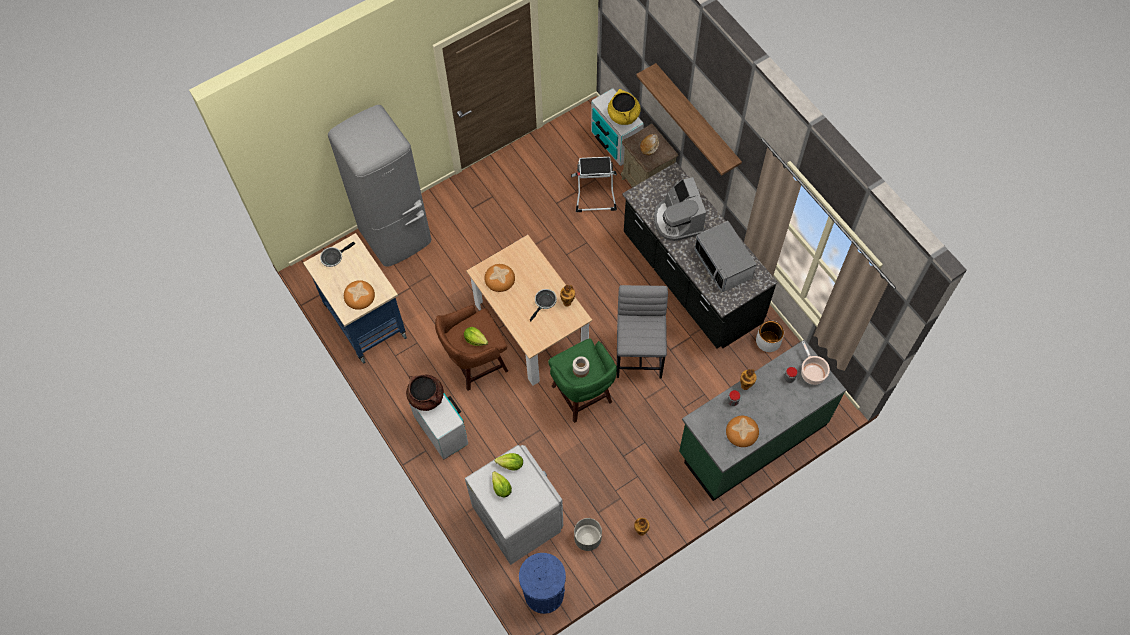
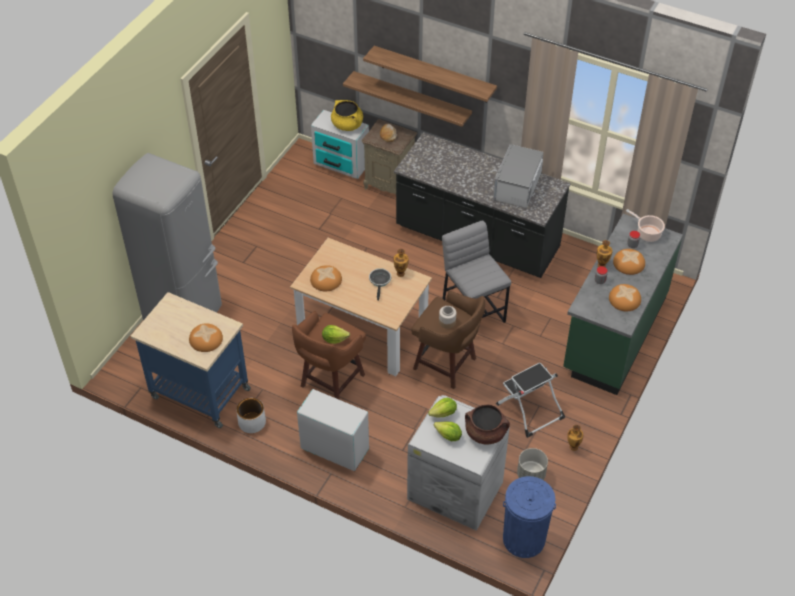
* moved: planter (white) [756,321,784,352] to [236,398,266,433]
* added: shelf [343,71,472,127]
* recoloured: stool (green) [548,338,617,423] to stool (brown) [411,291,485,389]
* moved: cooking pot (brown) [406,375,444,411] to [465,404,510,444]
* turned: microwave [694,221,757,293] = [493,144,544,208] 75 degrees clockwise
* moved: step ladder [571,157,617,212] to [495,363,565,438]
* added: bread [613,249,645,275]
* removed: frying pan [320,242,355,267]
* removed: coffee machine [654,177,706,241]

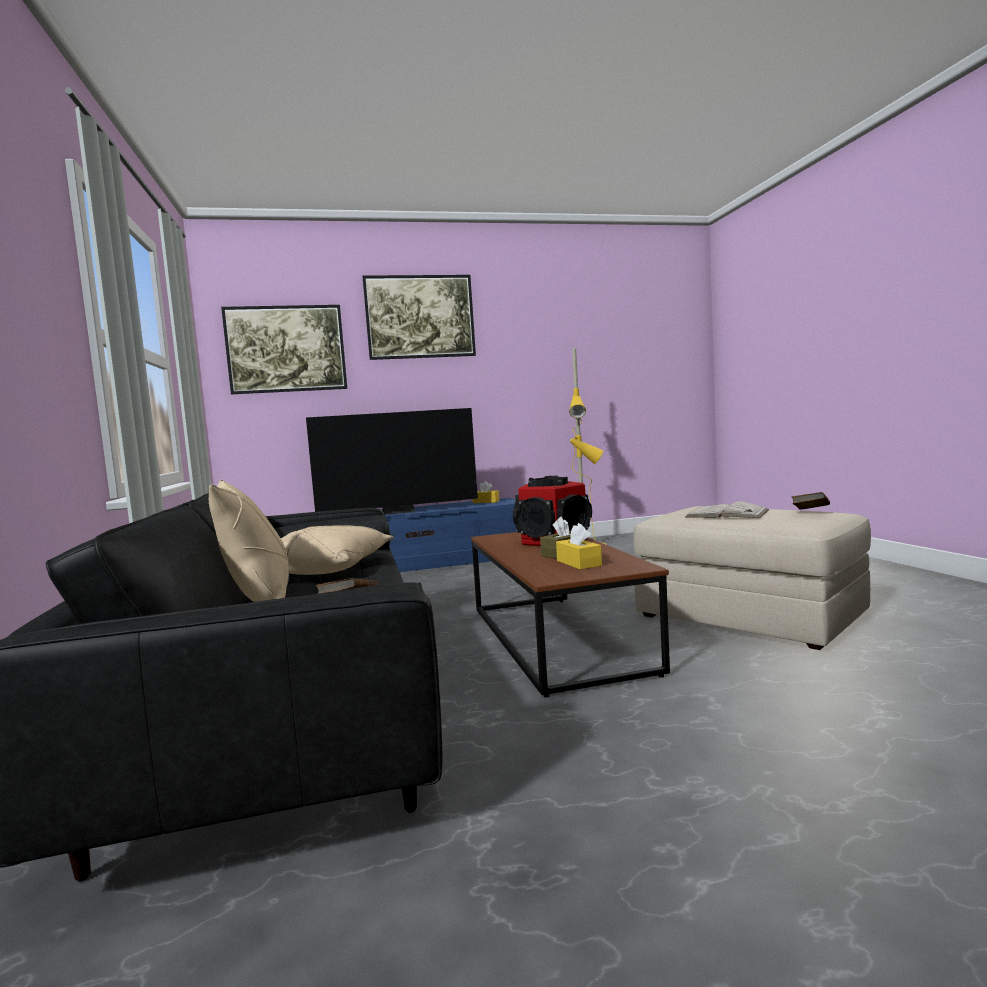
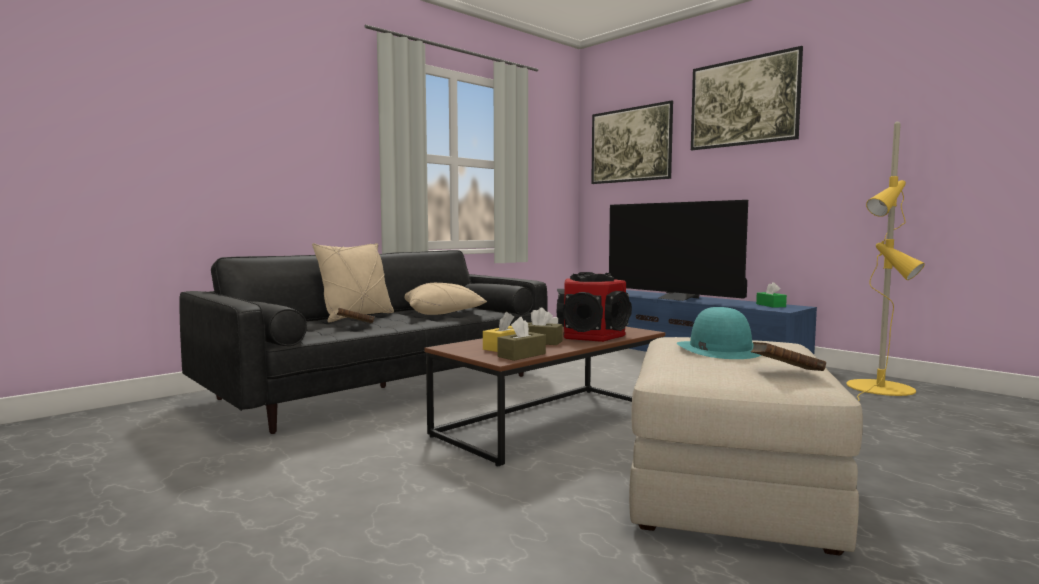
* added: tissue box (brown) [497,317,546,361]
* replaced: book (white) [685,501,769,518] to hat (turquoise) [677,307,761,359]
* recoloured: tissue box (yellow) [472,481,499,503] to tissue box (green) [756,282,787,308]

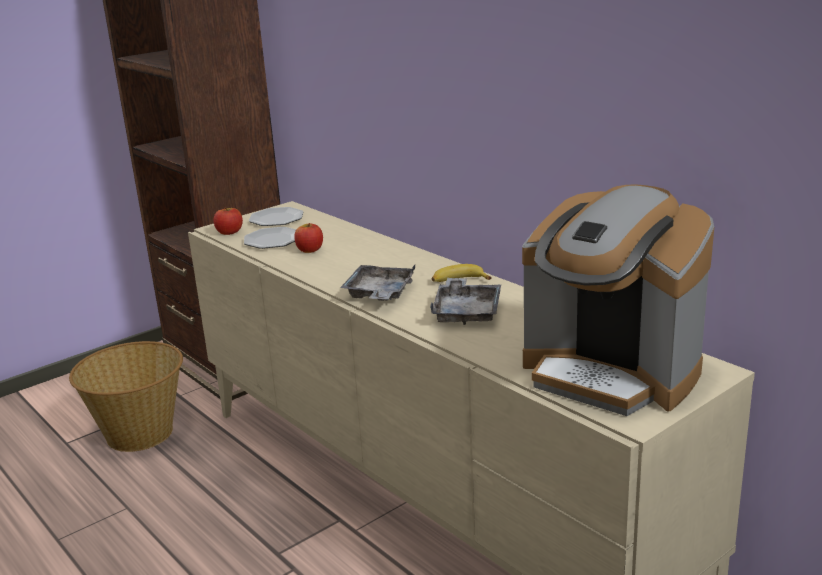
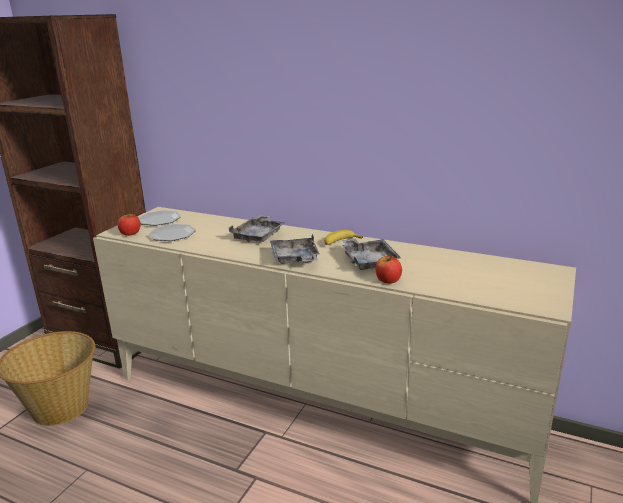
* added: tray (grey) [229,215,285,242]
* moved: apple [294,223,323,253] to [376,256,402,284]
* removed: coffee machine [522,184,714,416]

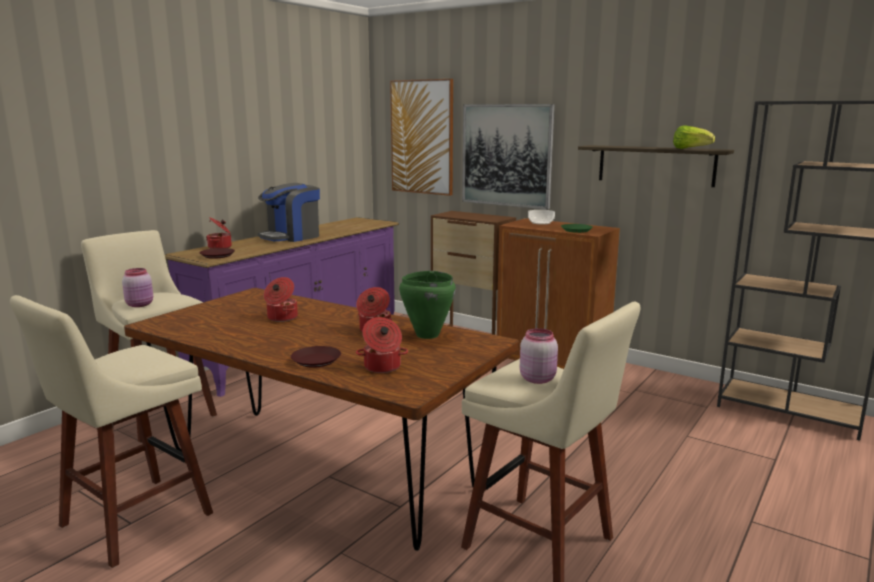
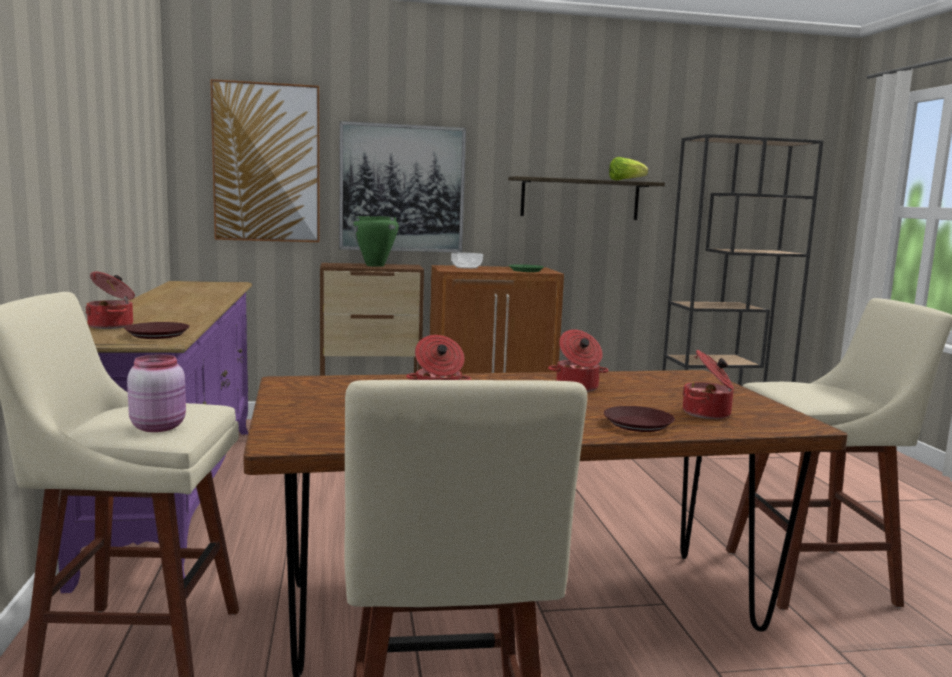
* moved: cooking pot (green) [399,271,456,339] to [353,216,399,267]
* removed: coffee machine [258,183,320,242]
* removed: jar (pink) [520,328,558,384]

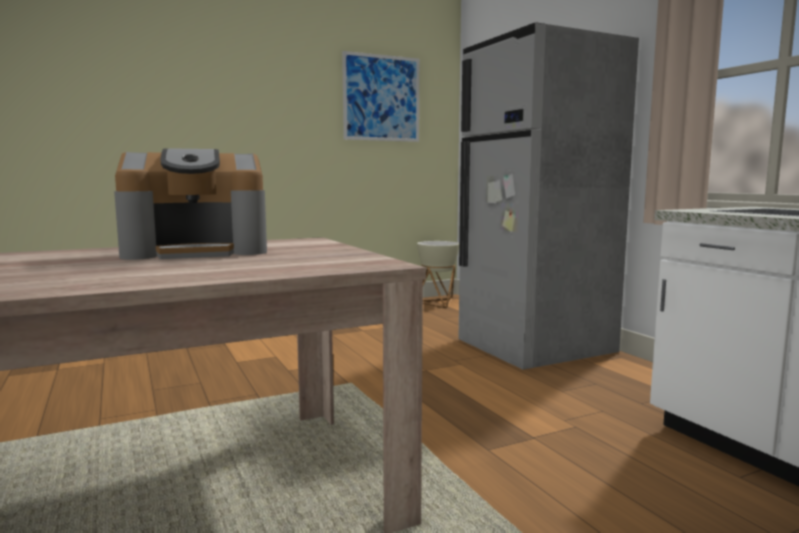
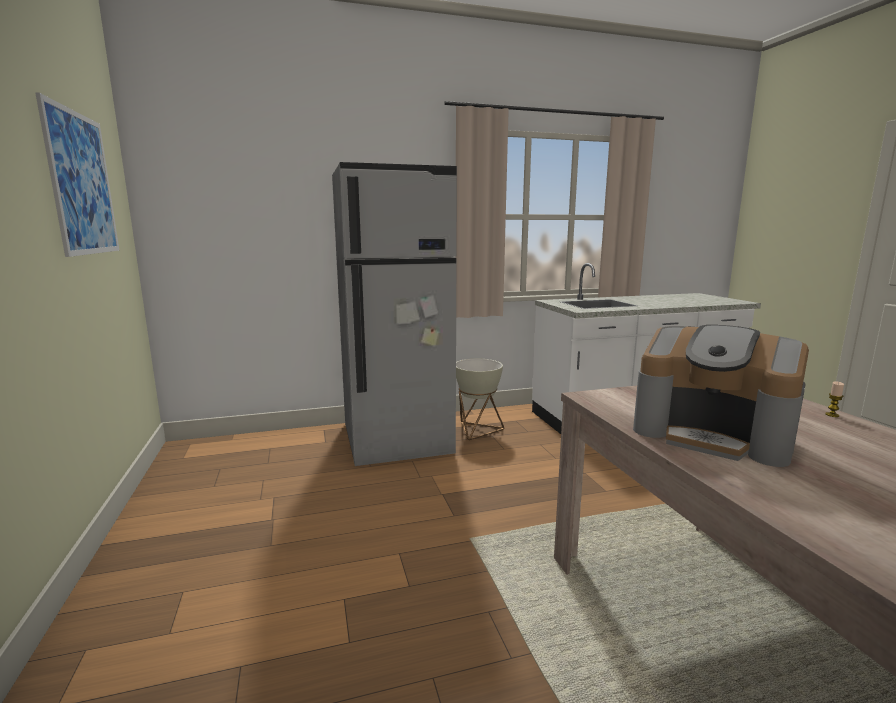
* moved: planter [417,241,459,308] to [456,359,504,440]
* turned: coffee machine [114,148,267,260] = [633,325,809,467] 135 degrees clockwise
* added: candle [825,381,844,417]

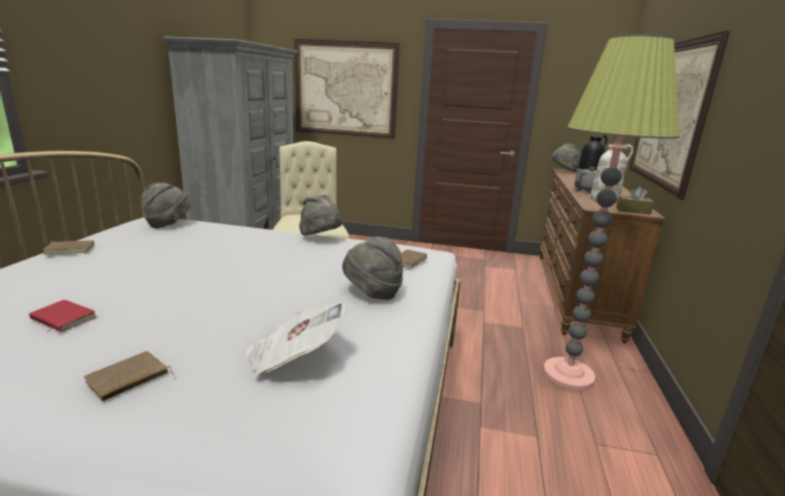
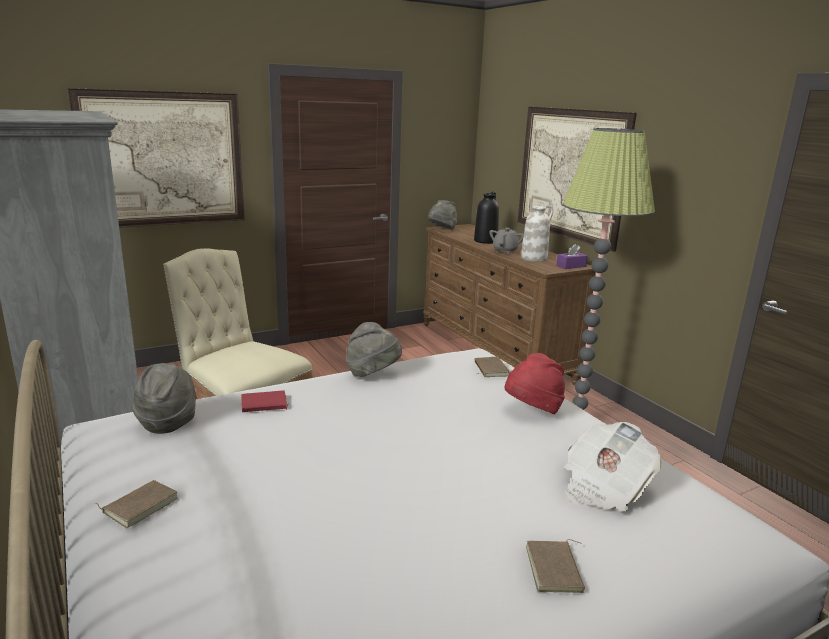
* moved: book (red) [29,300,96,333] to [241,390,288,412]
* recoloured: hat (grey) [342,237,403,300] to hat (red) [505,353,565,414]
* recoloured: tissue box (brown) [616,187,654,215] to tissue box (purple) [556,244,588,269]

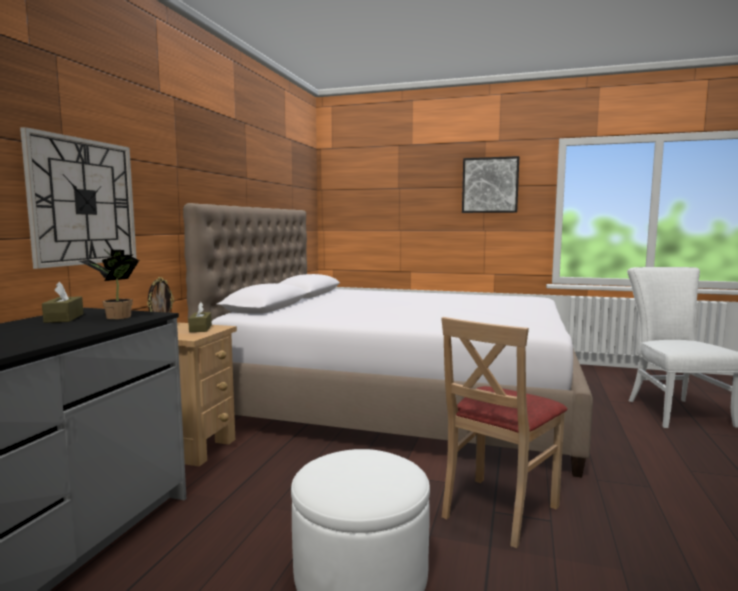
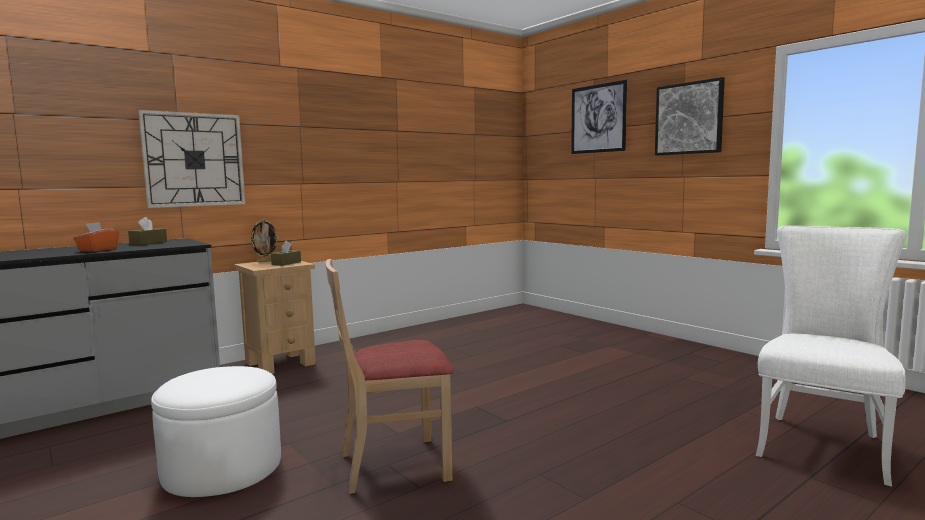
* added: tissue box (orange) [74,222,119,252]
* added: picture [571,80,627,154]
* removed: potted plant [80,249,139,319]
* removed: bed (white) [183,203,593,477]

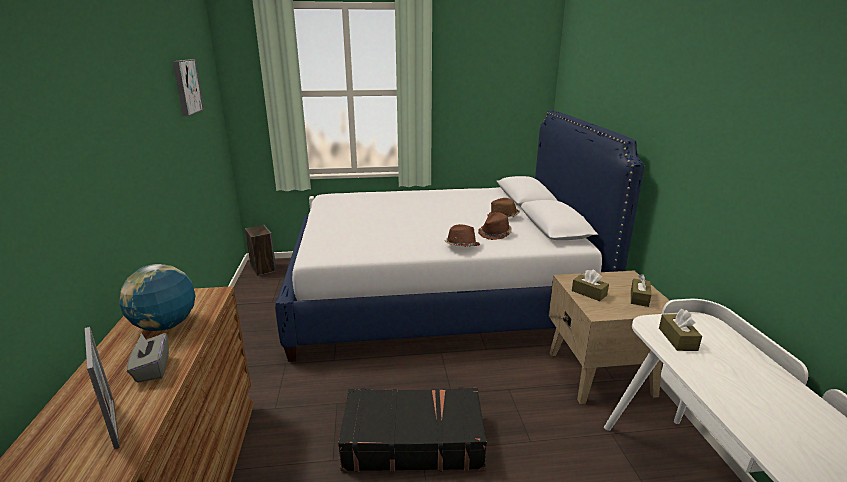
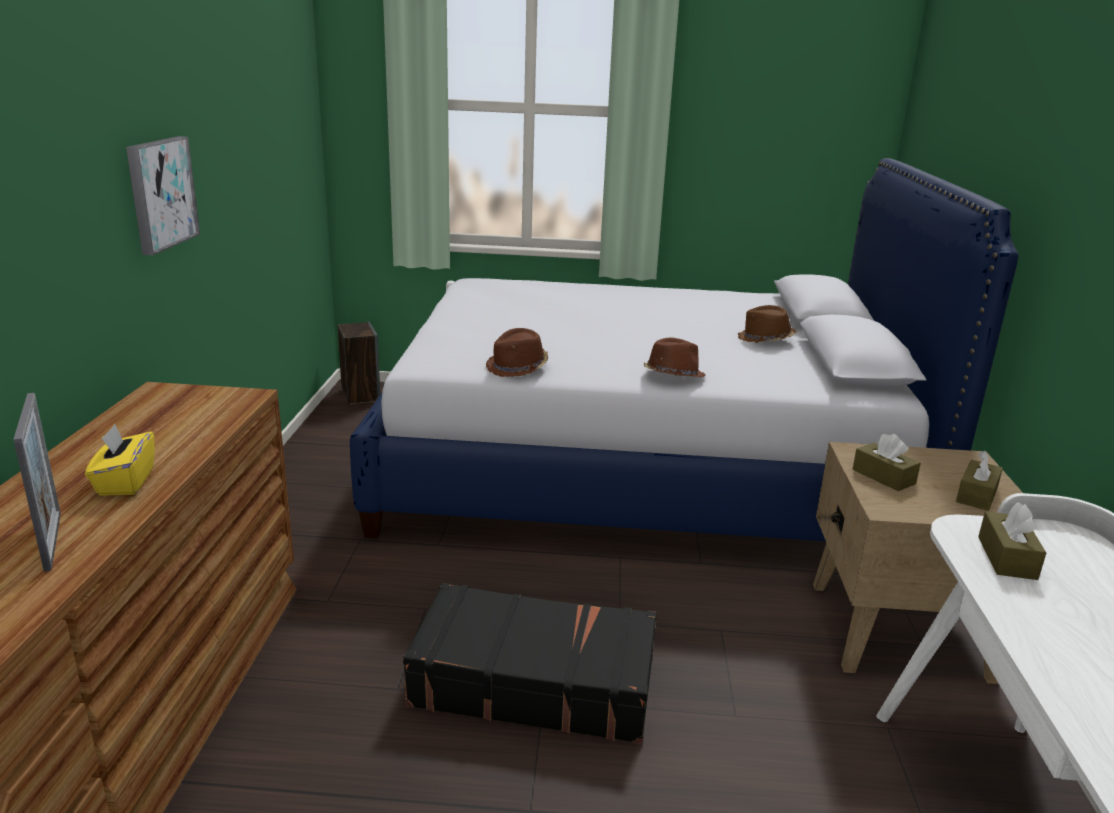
* recoloured: tissue box (grey) [127,333,169,383] to tissue box (yellow) [85,424,155,496]
* moved: picture [172,59,204,116] to [126,136,200,255]
* moved: hat (brown) [478,212,512,240] to [486,328,548,377]
* removed: globe [119,264,196,331]

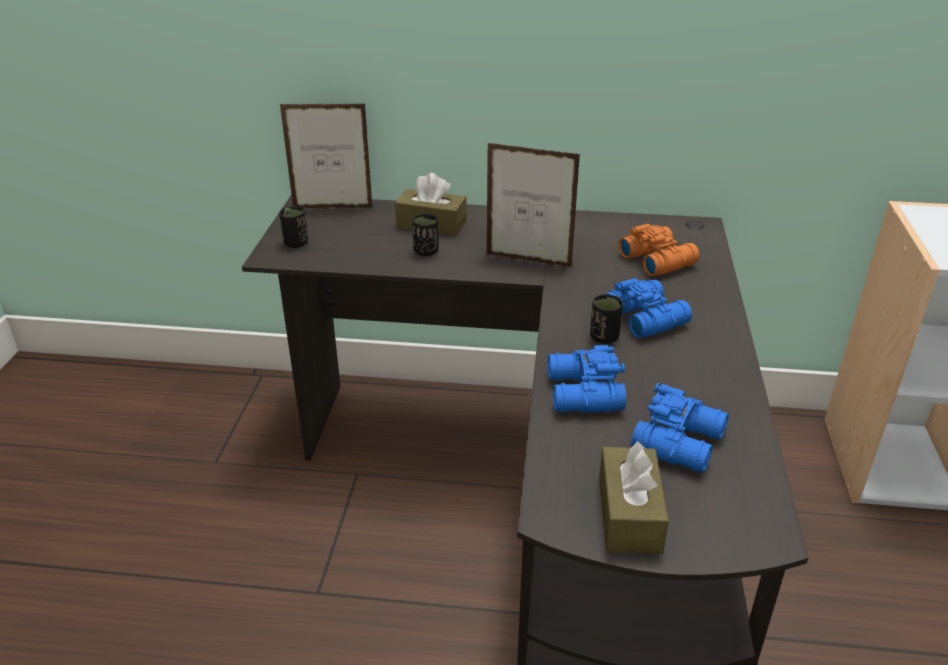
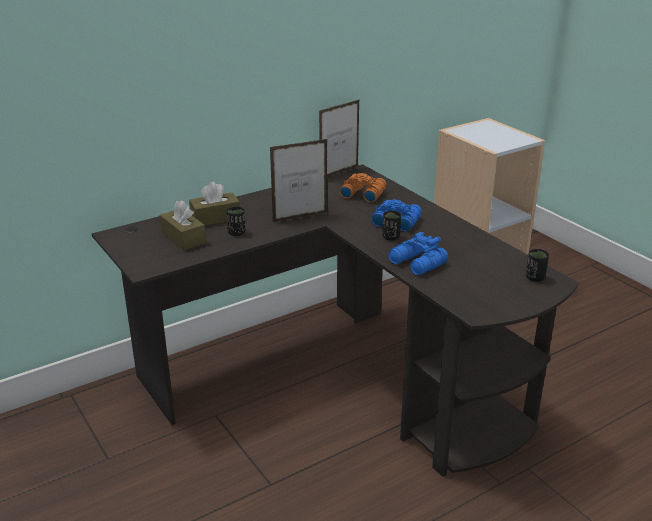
* moved: tissue box (brown) [599,441,669,554] to [160,200,206,250]
* moved: picture frame [280,104,373,208] to [319,99,360,177]
* moved: cup (black) [279,206,308,248] to [526,249,549,282]
* removed: binoculars (blue) [631,383,729,473]

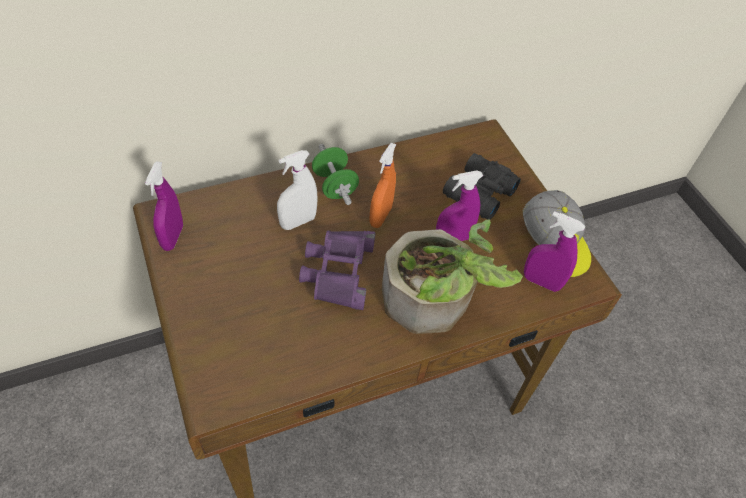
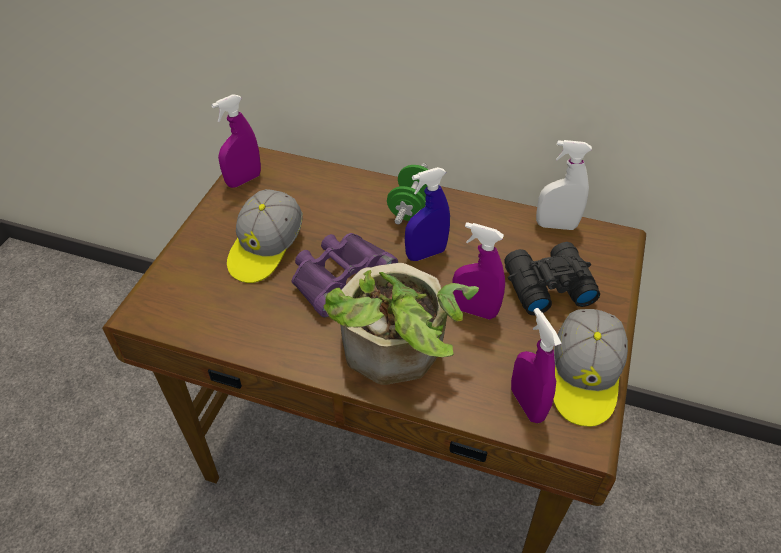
* added: cap [227,189,303,283]
* recoloured: spray bottle (orange) [369,143,396,228] to spray bottle (blue) [405,167,450,261]
* moved: spray bottle (white) [277,150,318,230] to [536,140,592,230]

